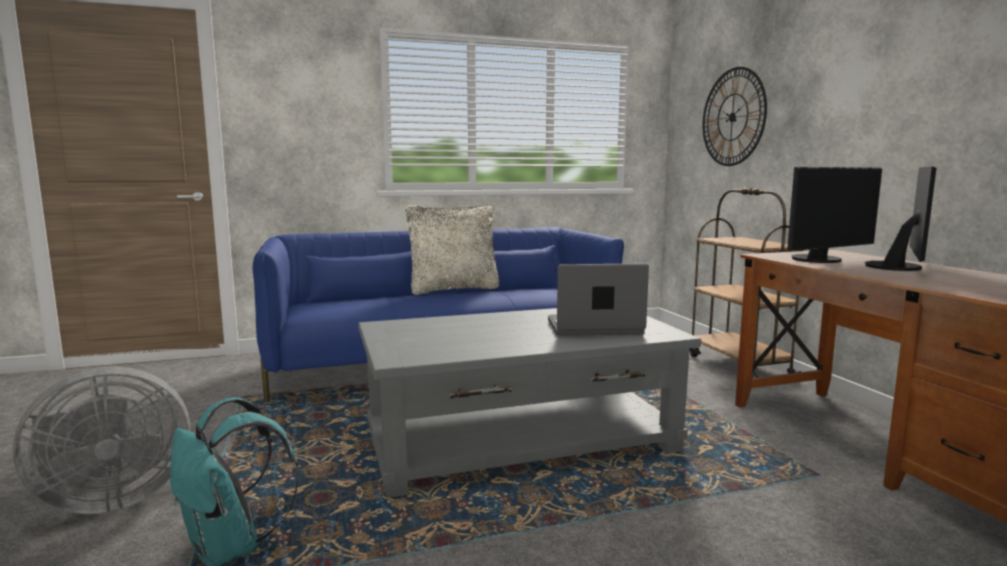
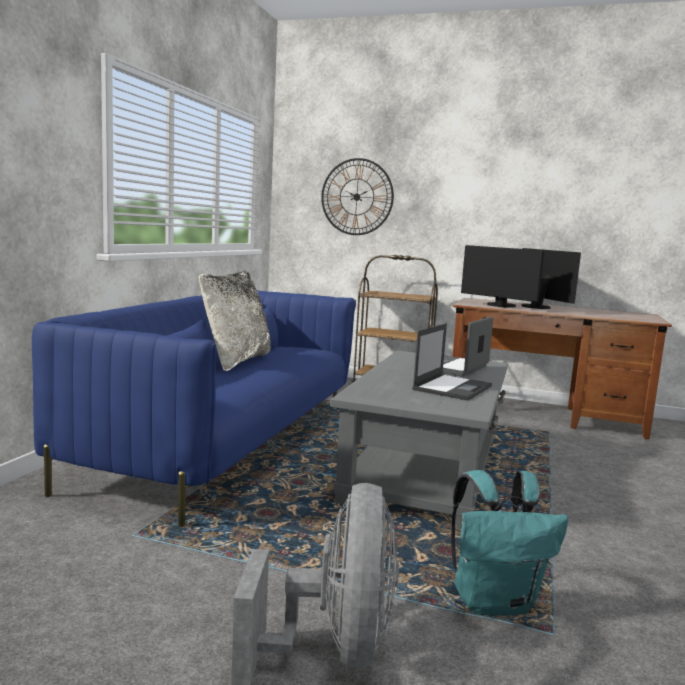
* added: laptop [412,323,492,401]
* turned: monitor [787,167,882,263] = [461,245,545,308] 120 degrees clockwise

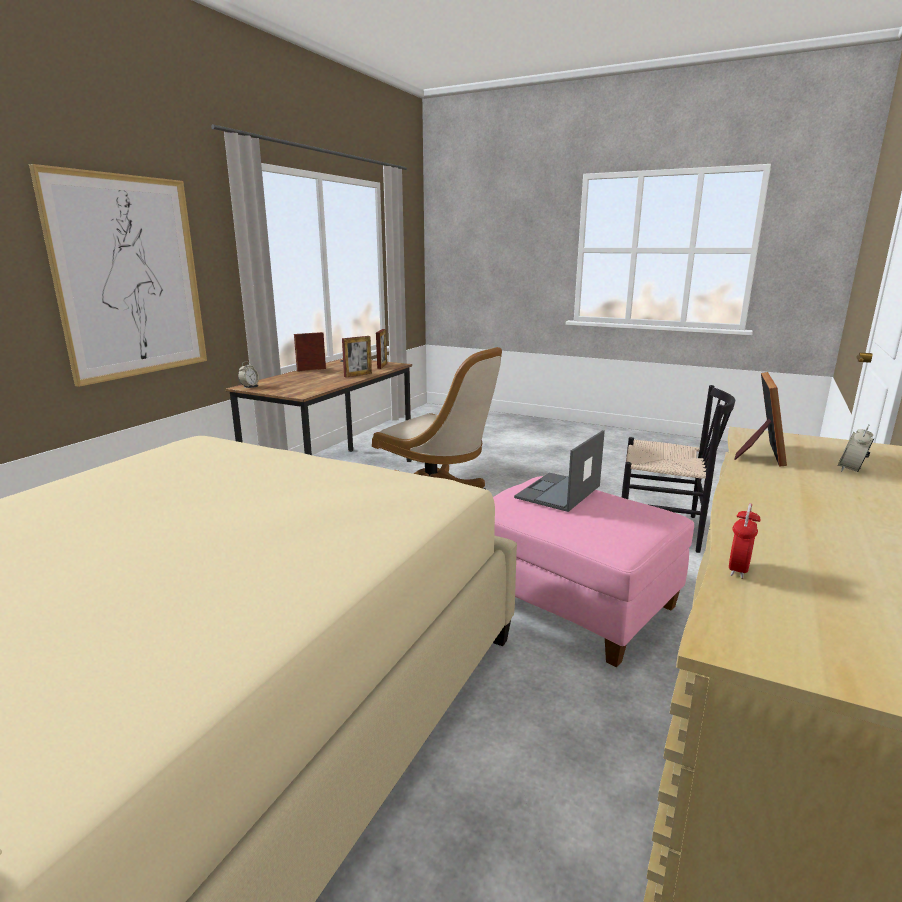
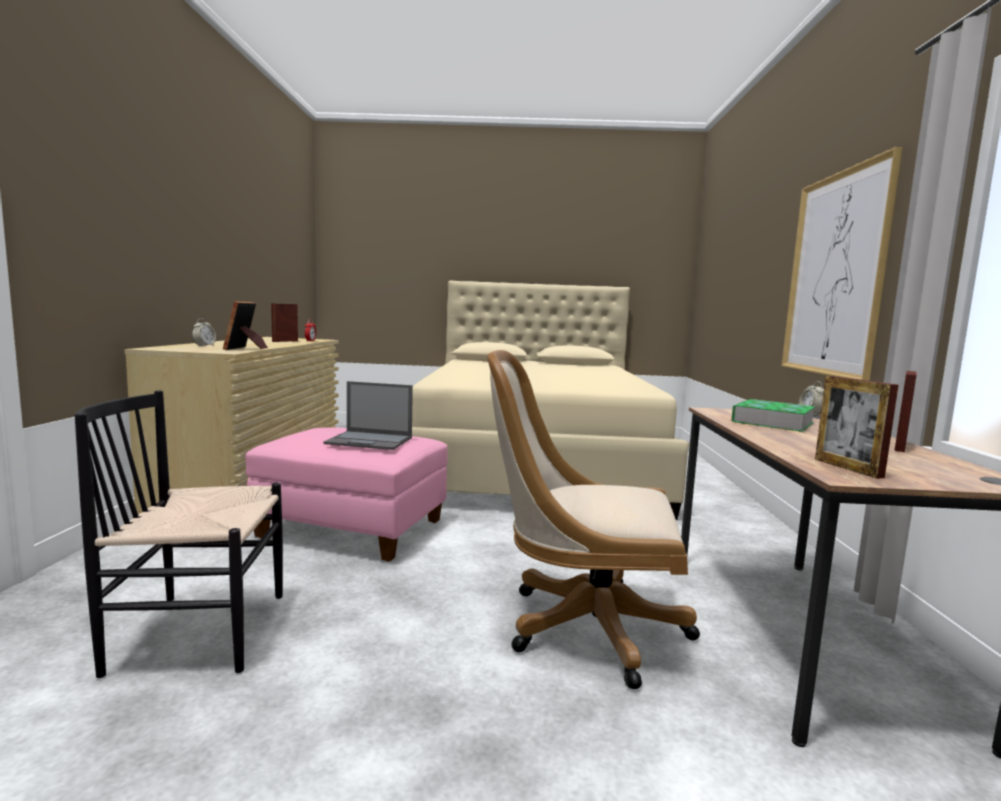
* moved: picture frame [342,336,372,378] to [271,303,298,342]
* turned: laptop [514,430,605,512] = [323,381,413,450] 90 degrees clockwise
* added: book [731,399,815,432]

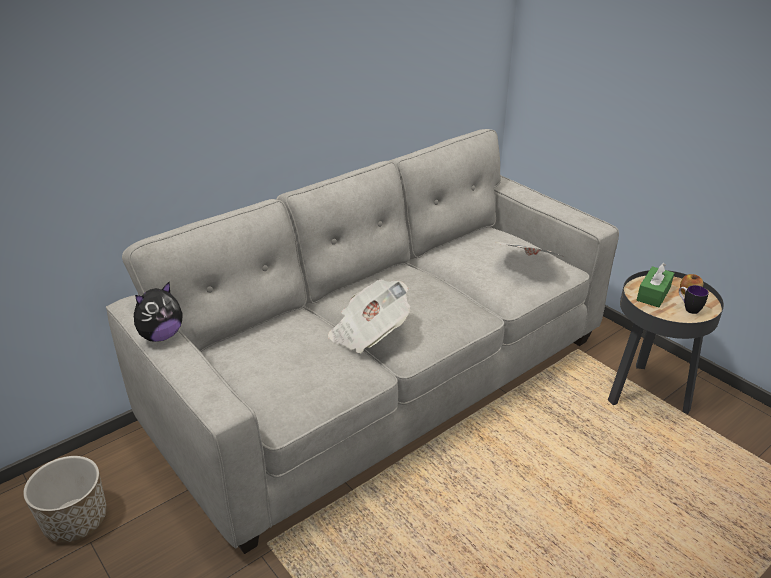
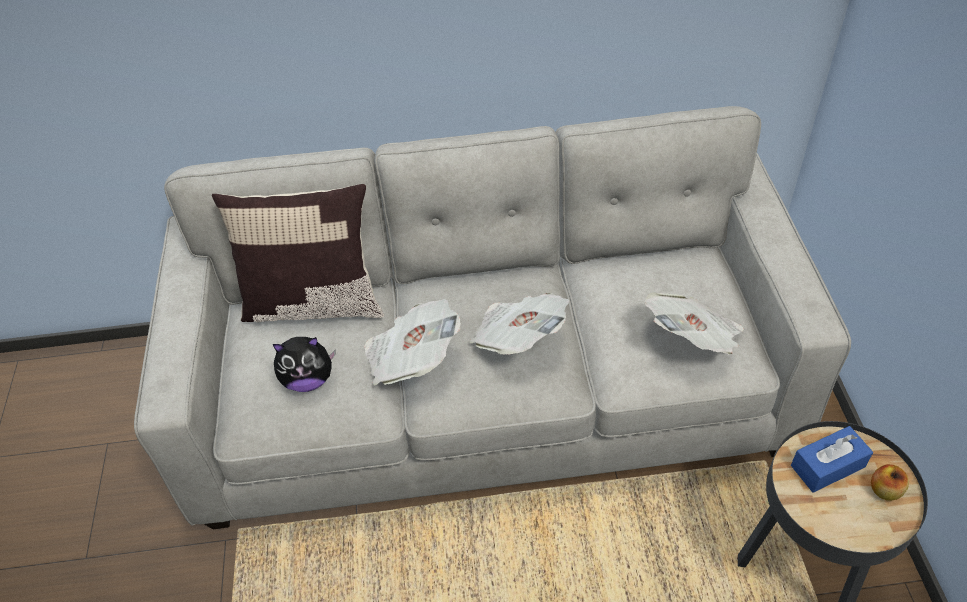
* added: pillow [212,184,384,322]
* moved: plush toy [134,282,183,342] to [273,337,335,392]
* added: newspaper [469,293,570,355]
* recoloured: tissue box (green) [637,263,674,307] to tissue box (blue) [791,426,873,493]
* removed: planter [23,456,107,543]
* removed: mug [679,285,709,314]

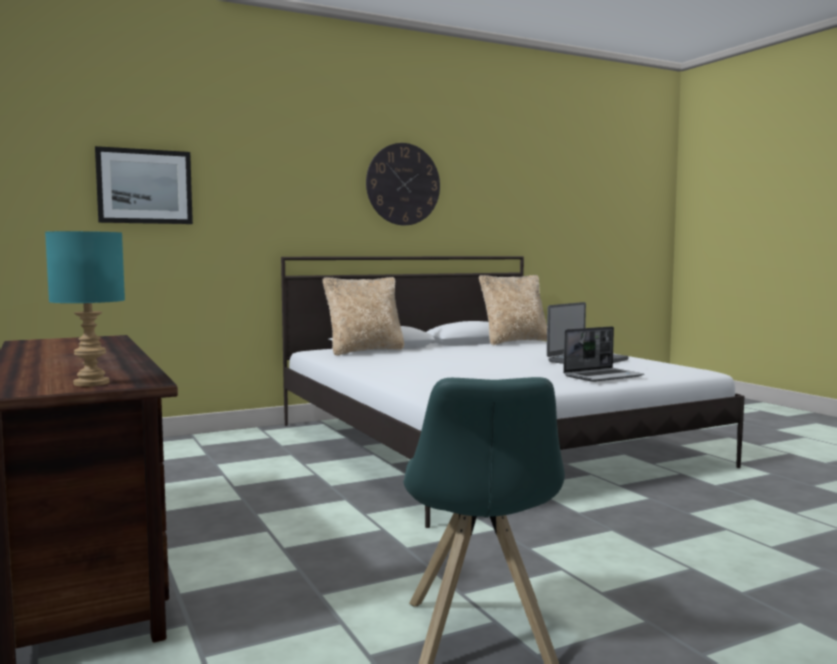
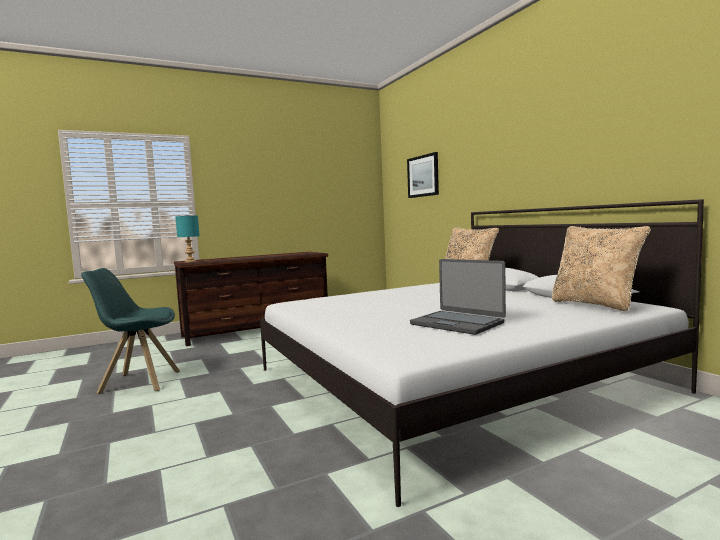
* removed: wall clock [366,143,440,225]
* removed: laptop [563,326,644,382]

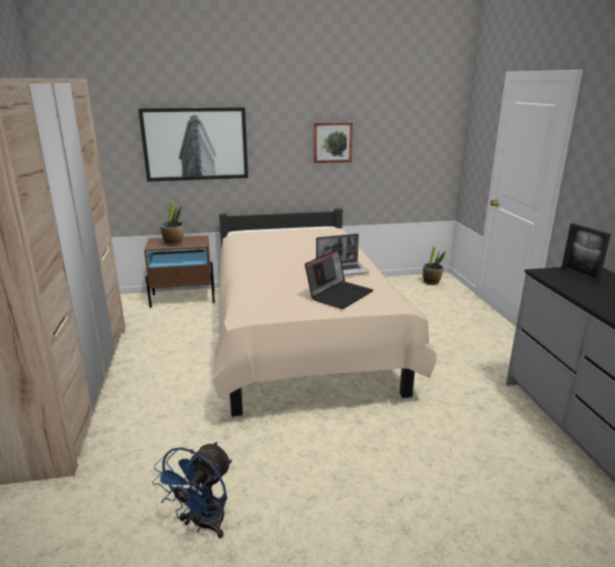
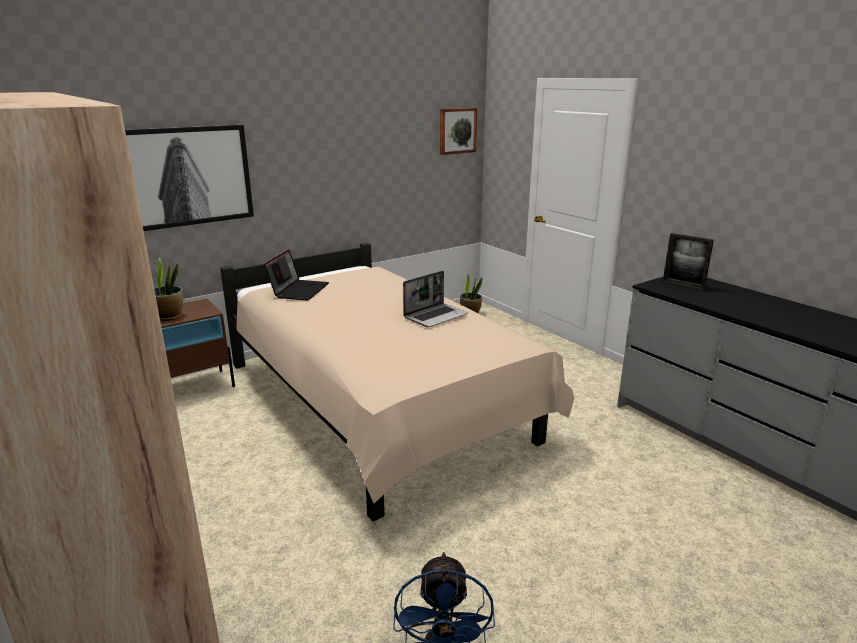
* moved: laptop [305,249,373,309] to [264,249,329,301]
* moved: picture [313,122,353,163] to [440,108,477,155]

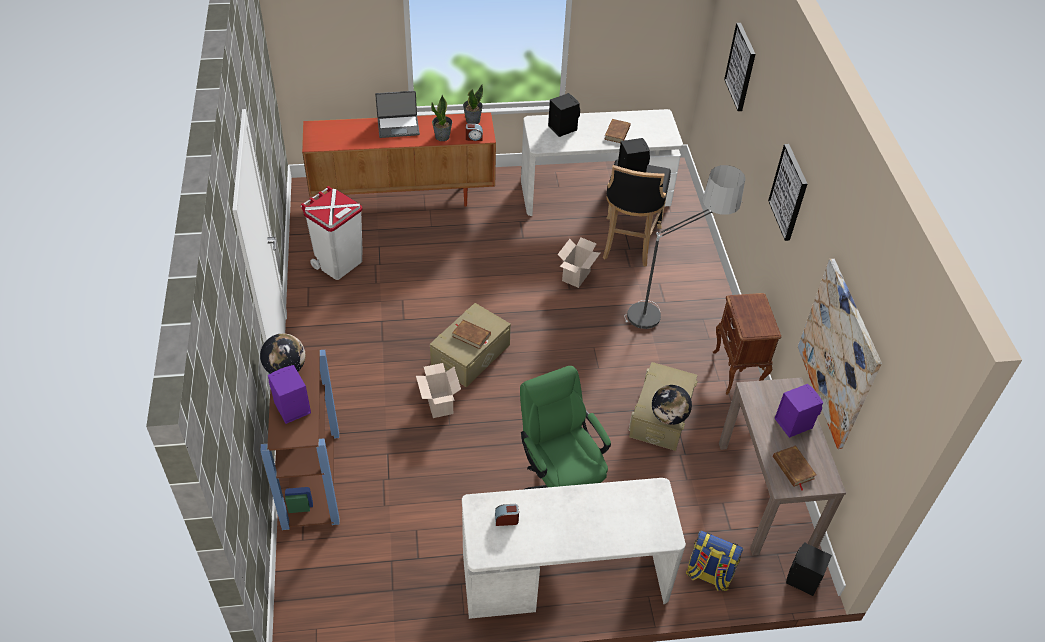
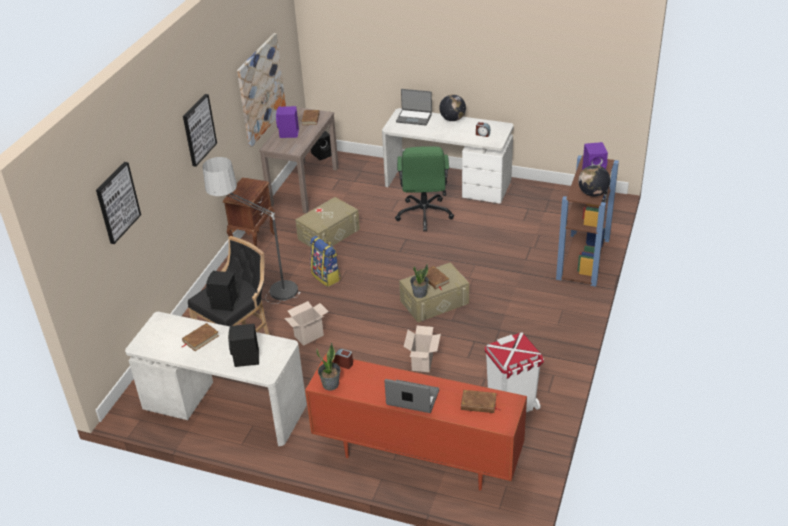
* moved: backpack [686,531,744,591] to [310,236,341,287]
* added: laptop [396,89,432,125]
* moved: cardboard box [416,363,461,418] to [404,326,441,372]
* moved: potted plant [431,95,452,141] to [410,264,429,298]
* moved: globe [652,385,692,425] to [439,94,466,121]
* added: book (brown) [461,390,501,413]

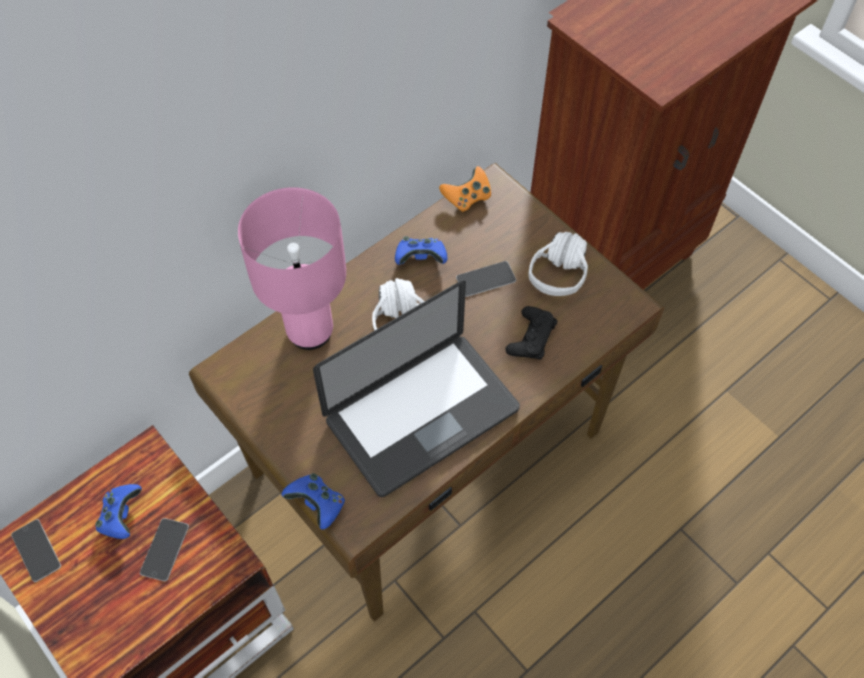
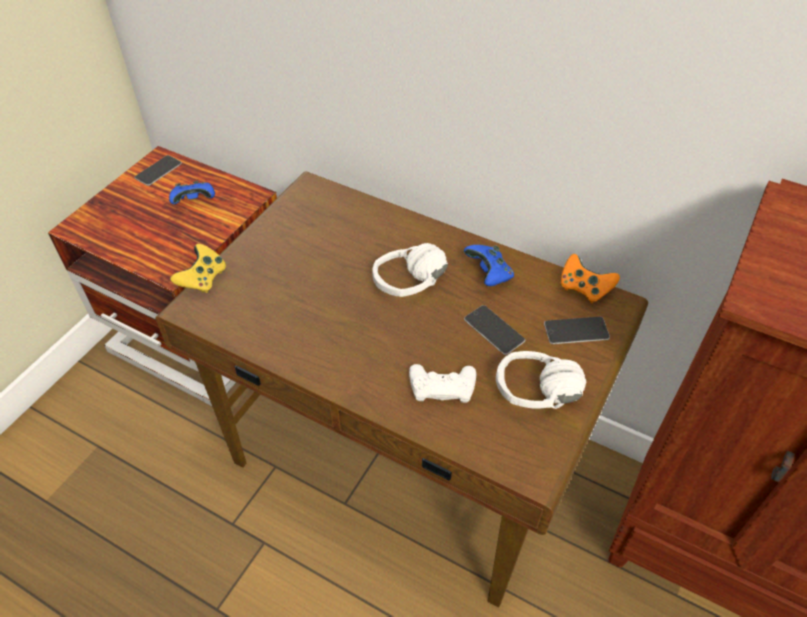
* recoloured: game controller (blue) [281,473,345,530] to game controller (yellow) [170,244,226,293]
* recoloured: game controller (black) [506,306,558,360] to game controller (white) [409,364,476,403]
* moved: phone [140,518,189,581] to [544,317,610,344]
* removed: table lamp (pink) [238,187,346,350]
* removed: laptop [313,280,520,497]

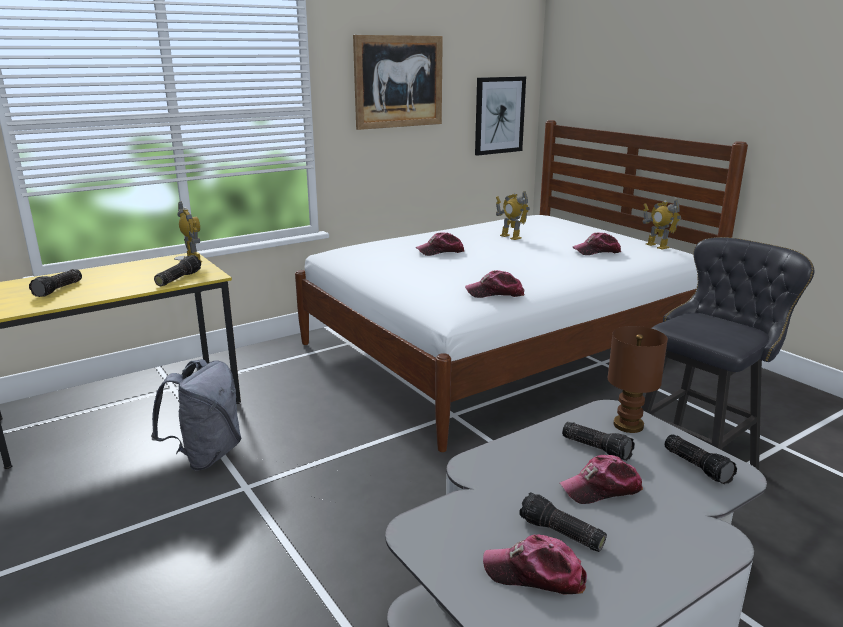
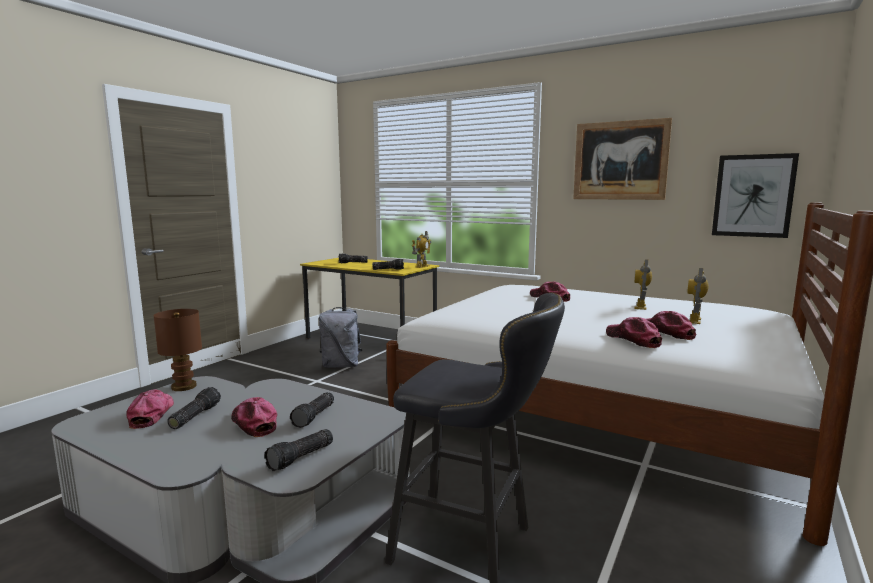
* moved: table lamp (brown) [608,326,668,433] to [154,309,202,391]
* moved: cap [465,270,524,298] to [606,317,662,348]
* moved: toy robot [643,199,681,250] to [688,268,708,324]

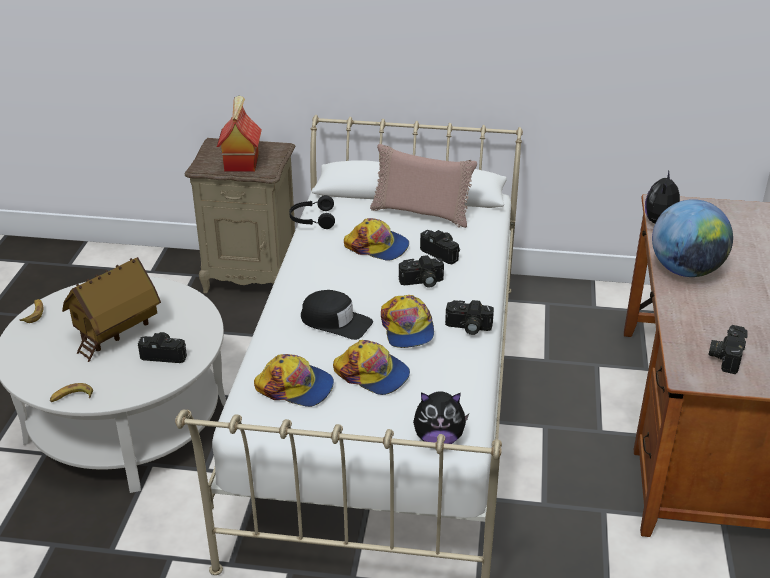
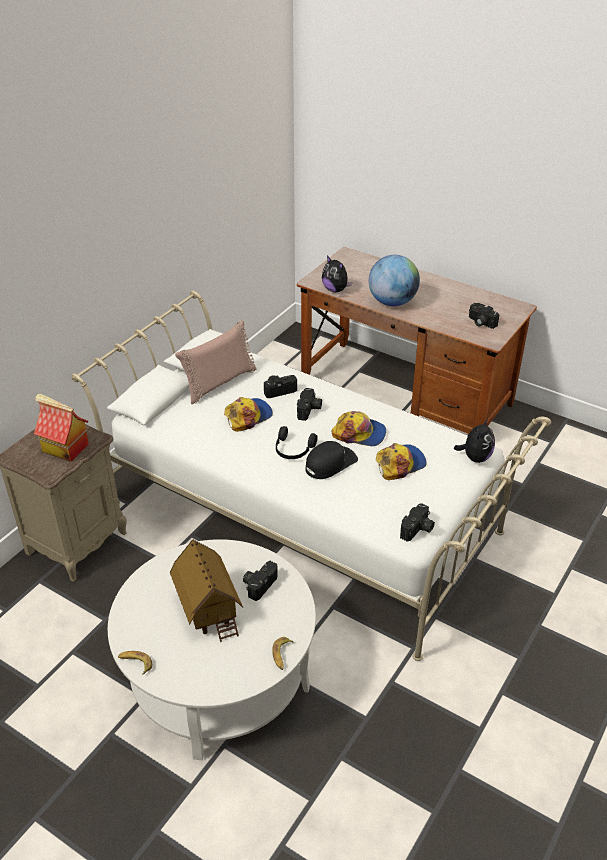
* moved: headphones (black) [289,195,335,229] to [276,426,318,459]
* moved: photo camera [445,300,494,335] to [400,503,435,542]
* removed: cap [254,354,334,407]

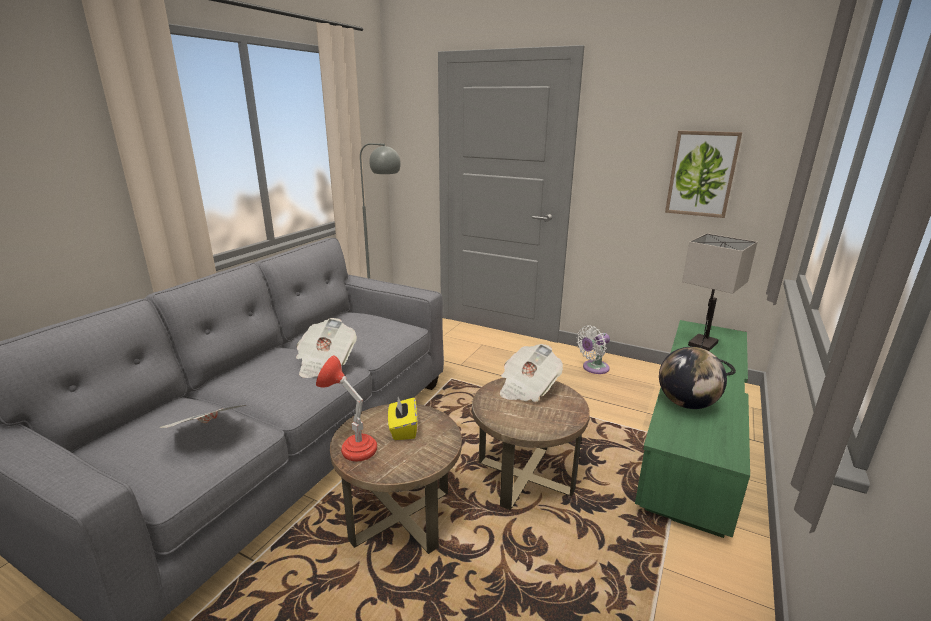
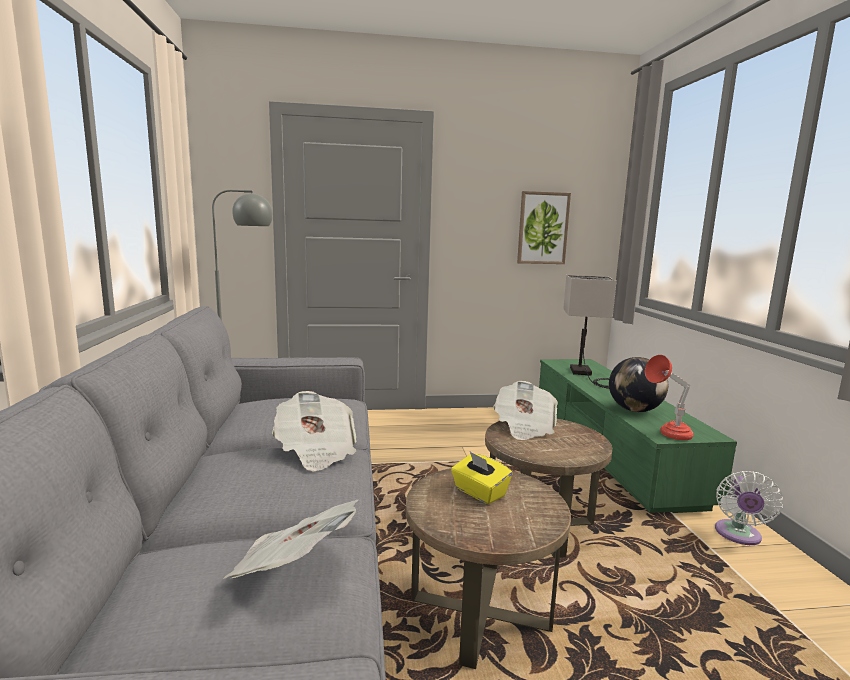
* moved: table lamp (red) [316,355,377,461] to [645,355,694,440]
* moved: fan (white) [577,325,610,374] to [715,471,783,545]

